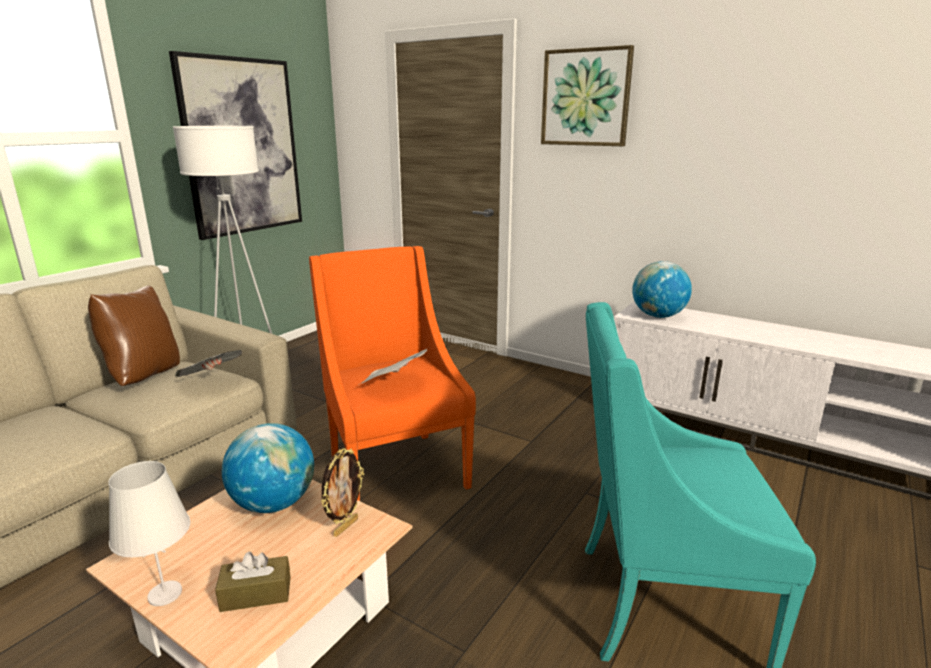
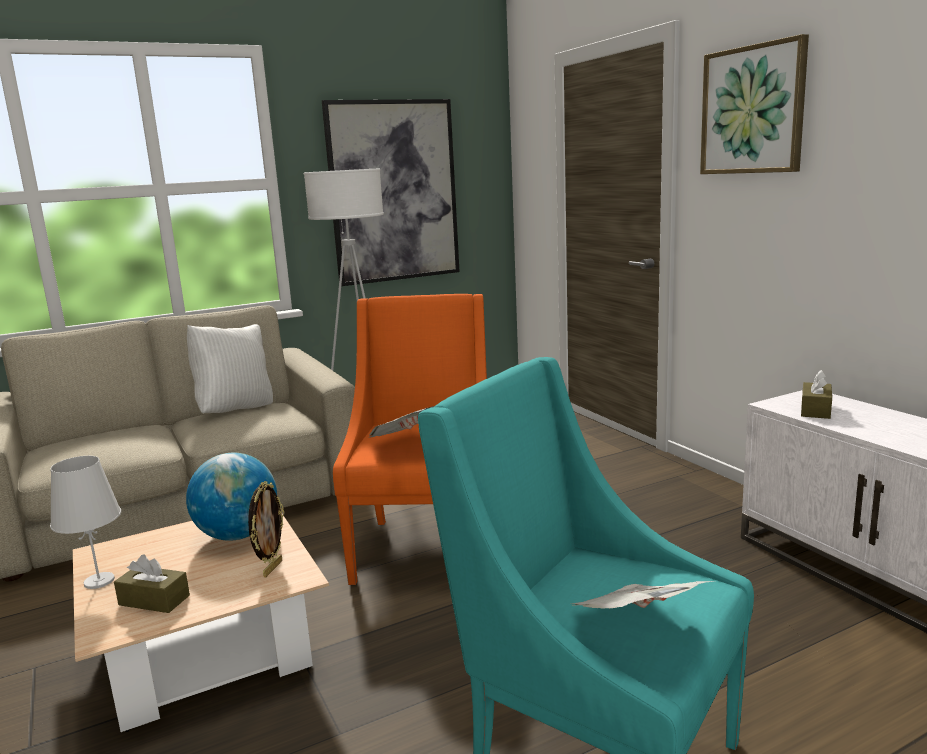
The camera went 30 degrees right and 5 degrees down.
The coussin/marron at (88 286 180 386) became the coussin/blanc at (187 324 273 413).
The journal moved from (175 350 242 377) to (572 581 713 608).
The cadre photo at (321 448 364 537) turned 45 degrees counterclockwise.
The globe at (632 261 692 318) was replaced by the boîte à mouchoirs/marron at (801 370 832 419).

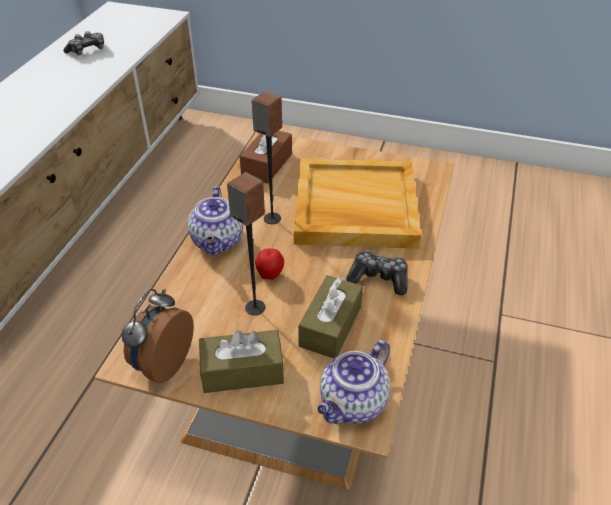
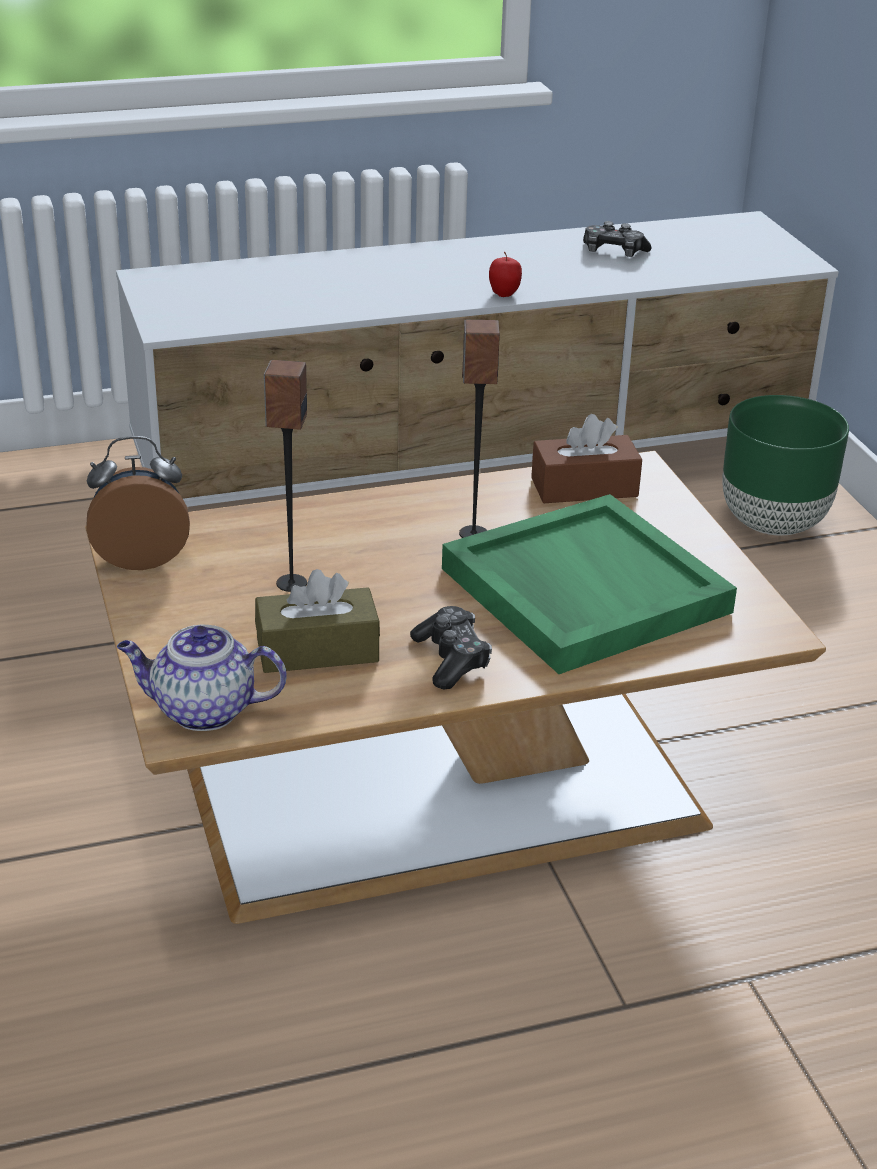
The camera went 55 degrees right and 10 degrees down.
The théière at (188 186 243 255) disappeared.
The boîte à mouchoirs/marron at (199 330 284 393) disappeared.
The pomme moved from (255 248 284 280) to (489 252 522 297).
The plateau/beige at (294 158 421 249) became the plateau/vert at (442 494 737 674).
The cache-pot/vert at (722 395 849 535) appeared.

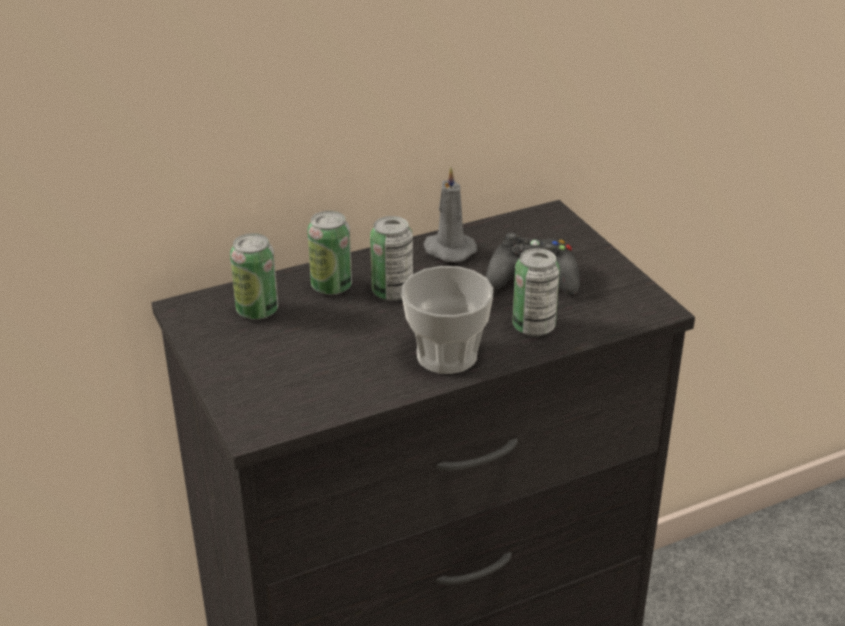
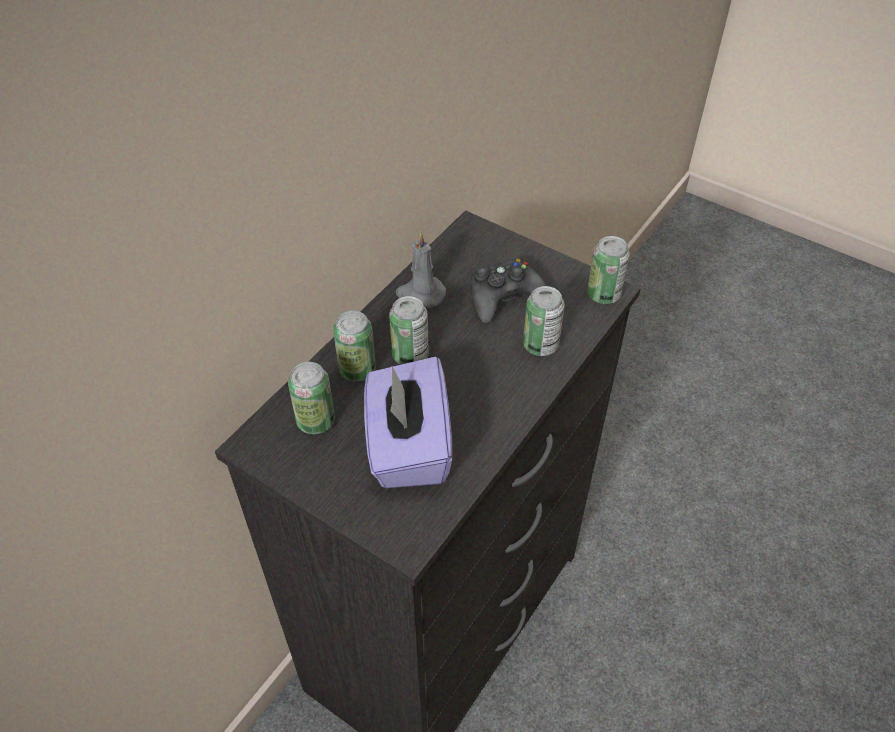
The camera went 30 degrees left and 15 degrees up.
The tasse at (401 266 493 374) disappeared.
The boîte à mouchoirs/violet at (364 357 452 488) appeared.
The boîte métallique at (587 236 630 304) appeared.

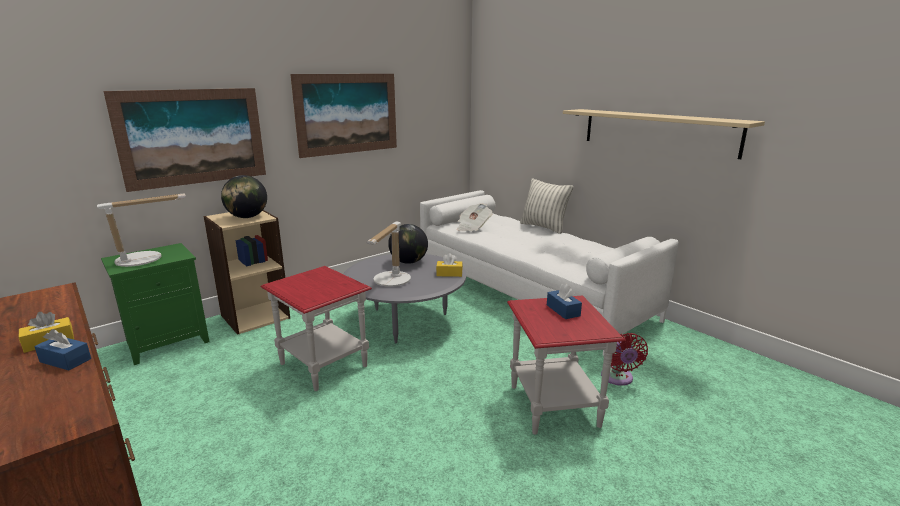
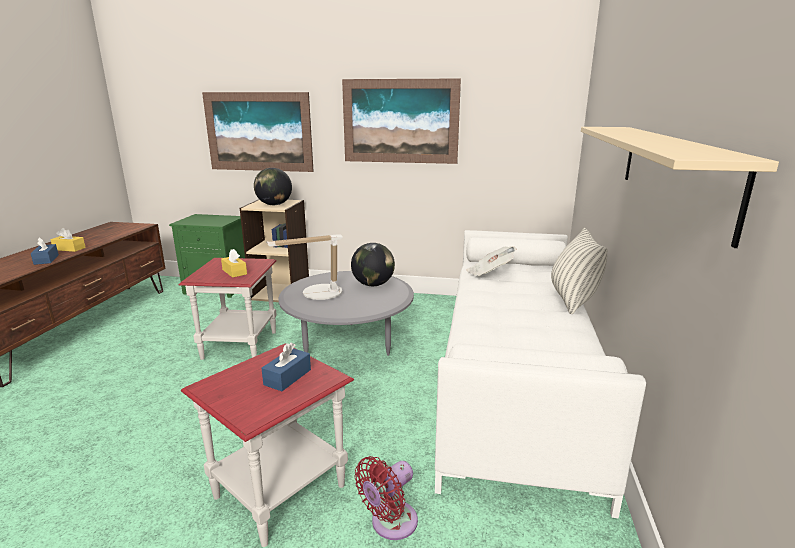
The camera went 50 degrees right and 0 degrees up.
The lampe de table at (97 193 186 267) disappeared.
The boîte à mouchoirs/jaune moved from (436 253 463 277) to (221 249 247 278).

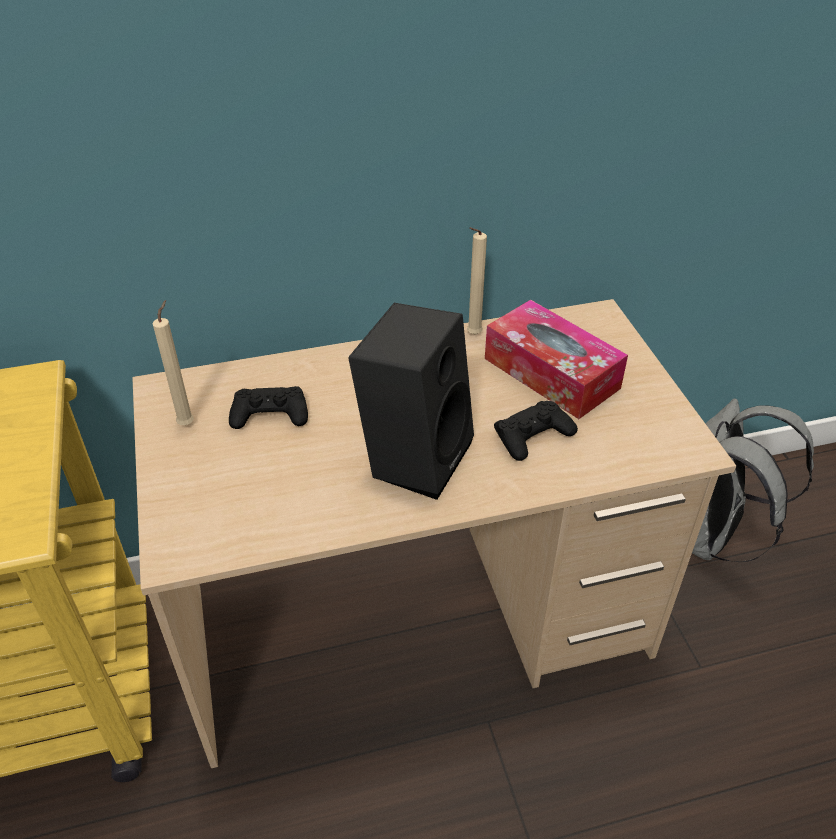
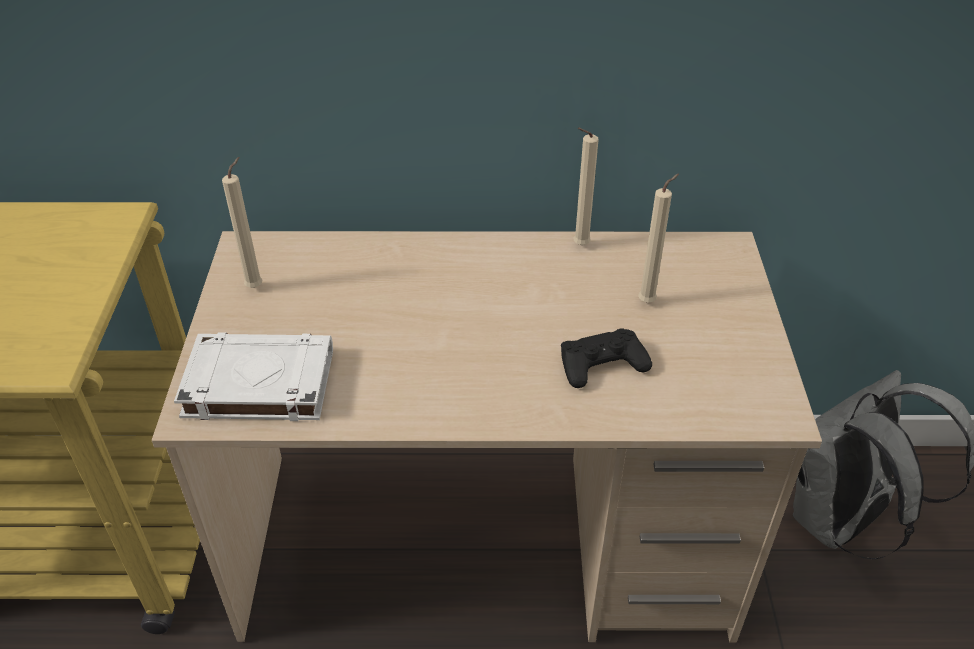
The camera went 15 degrees right and 0 degrees up.
The manette/noir at (229 386 308 429) disappeared.
The enceinte/noir at (348 303 474 500) disappeared.
The boîte à mouchoirs at (485 300 628 419) was replaced by the bougie/beige at (638 174 679 303).
The livre/blanc at (174 332 333 421) appeared.

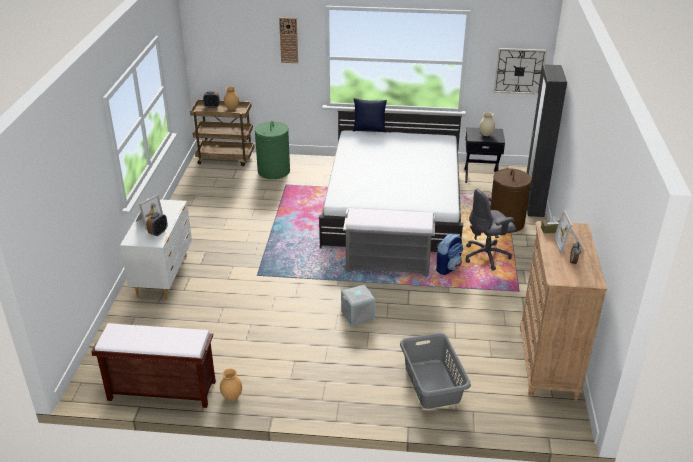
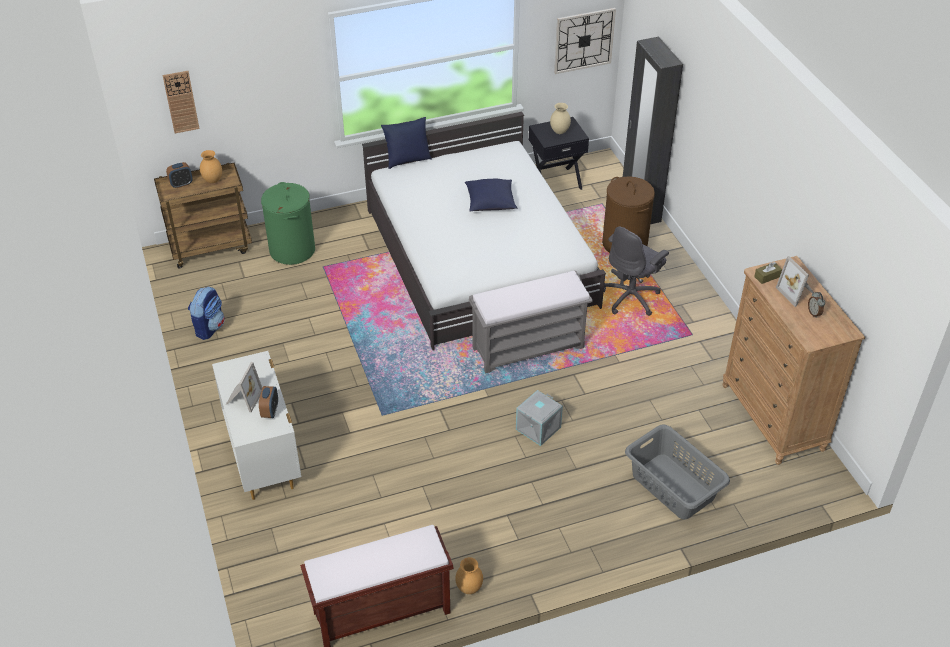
The camera went 25 degrees left and 10 degrees up.
The horloge murale moved from (279 18 298 63) to (163 71 199 133).
The sac à dos moved from (436 234 463 275) to (188 286 225 340).
The coussin/bleu at (465 179 517 211) appeared.

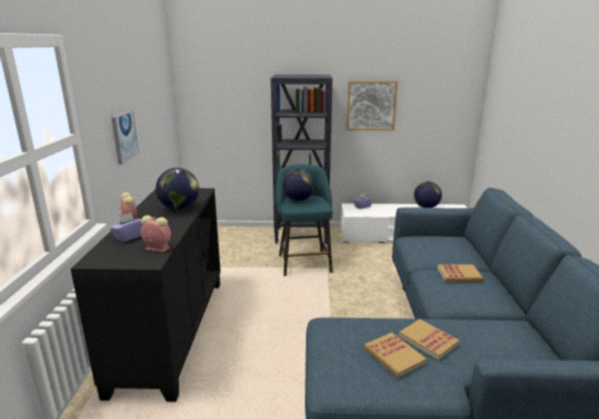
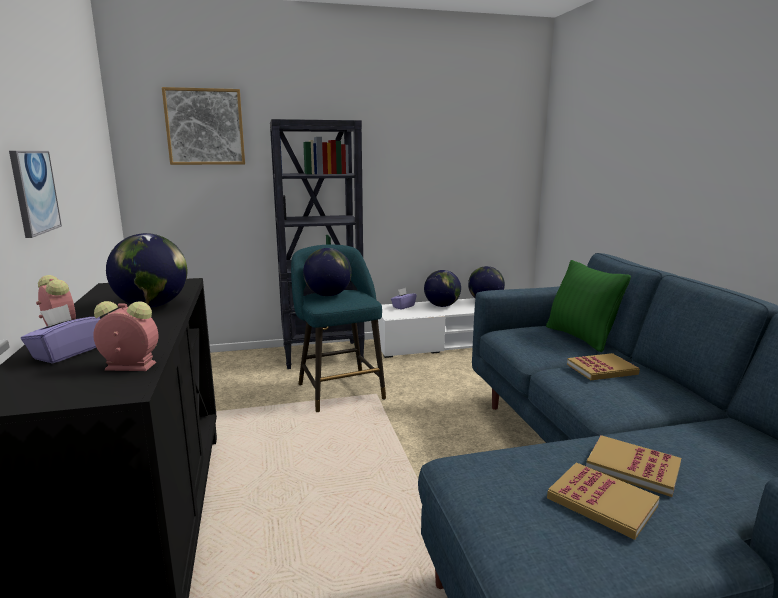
The camera went 15 degrees left and 5 degrees down.
The tableau moved from (347 81 398 130) to (162 87 245 165).
The globe at (424 270 461 307) appeared.
The coussin/vert at (546 260 631 352) appeared.

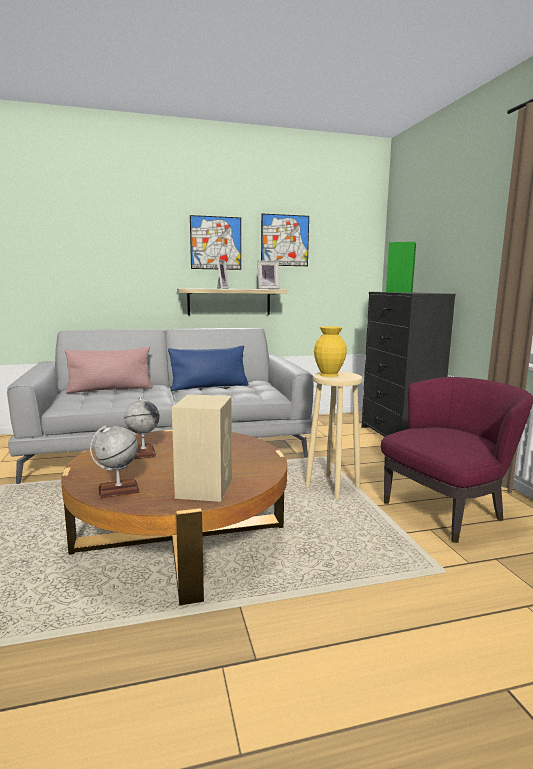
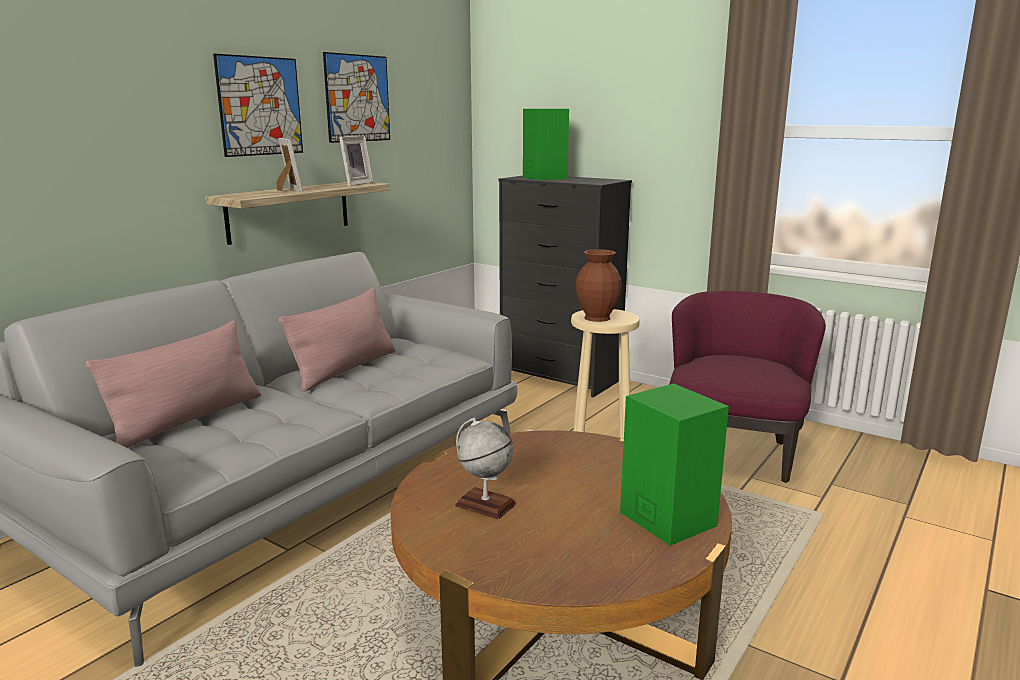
The camera went 40 degrees left and 5 degrees up.
The globe at (90 425 140 498) disappeared.
The coussin/bleu at (168 345 248 391) became the coussin/rose at (279 288 395 392).
The enceinte/beige at (172 394 232 502) became the enceinte/vert at (620 383 729 546).
The vase/jaune at (314 326 347 377) became the vase/marron at (575 249 622 322).

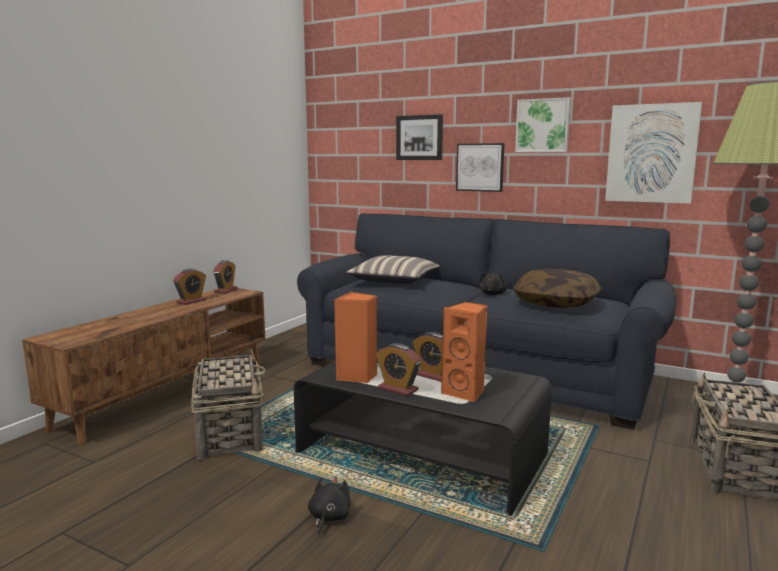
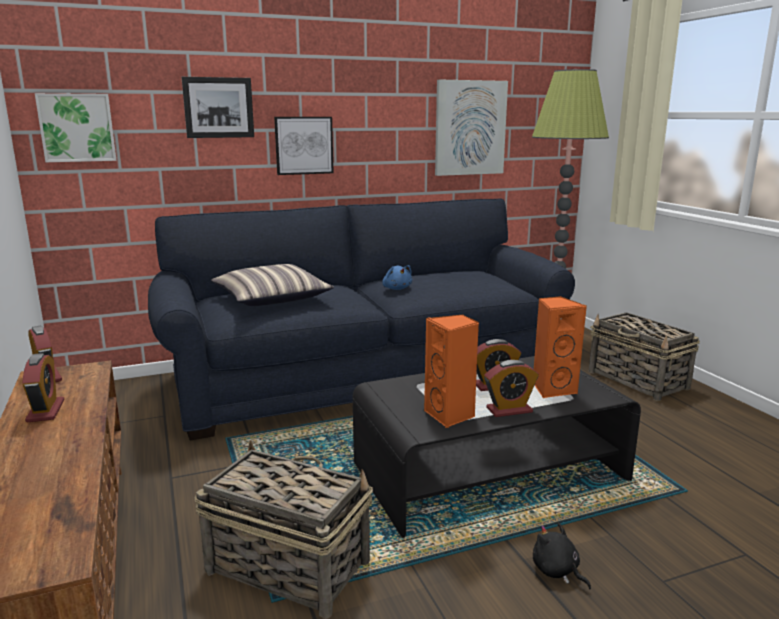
The camera went 50 degrees left and 5 degrees up.
The peluche/noir at (479 272 507 295) became the peluche/bleu at (382 265 412 290).
The coussin at (513 268 601 308) disappeared.
The tableau moved from (515 97 571 152) to (35 93 116 162).

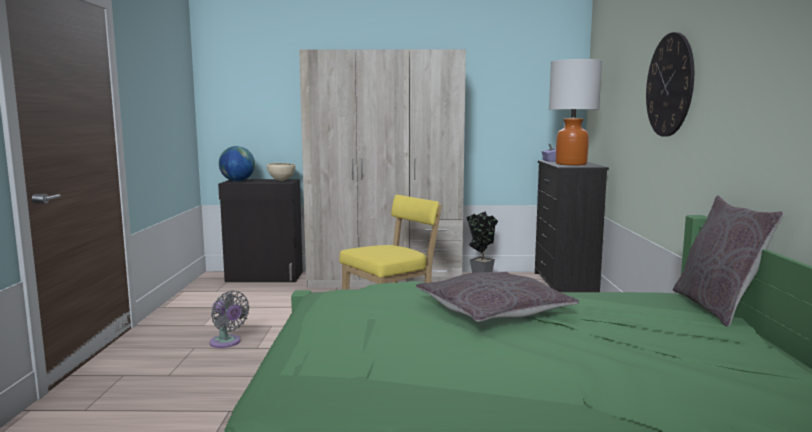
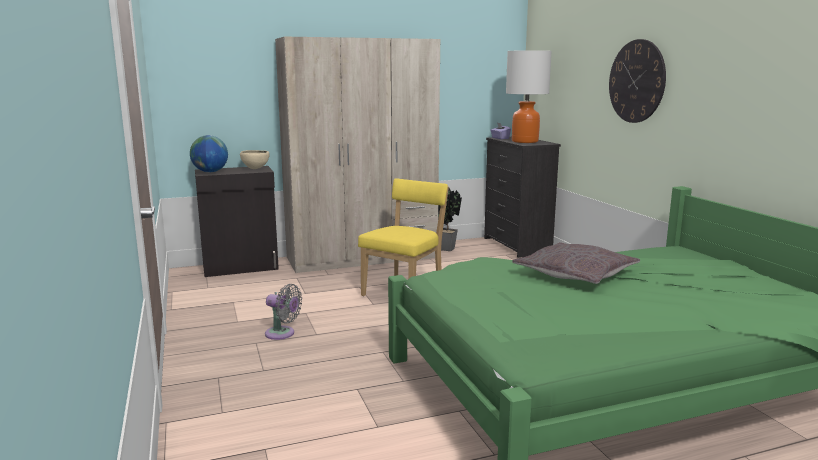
The camera went 20 degrees left and 5 degrees up.
The coussin/gris at (673 195 785 327) disappeared.

